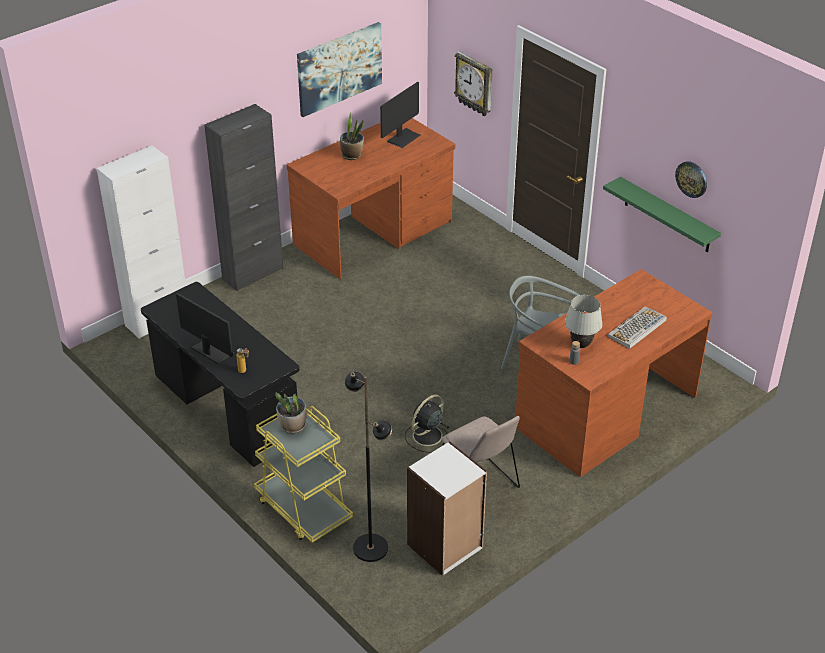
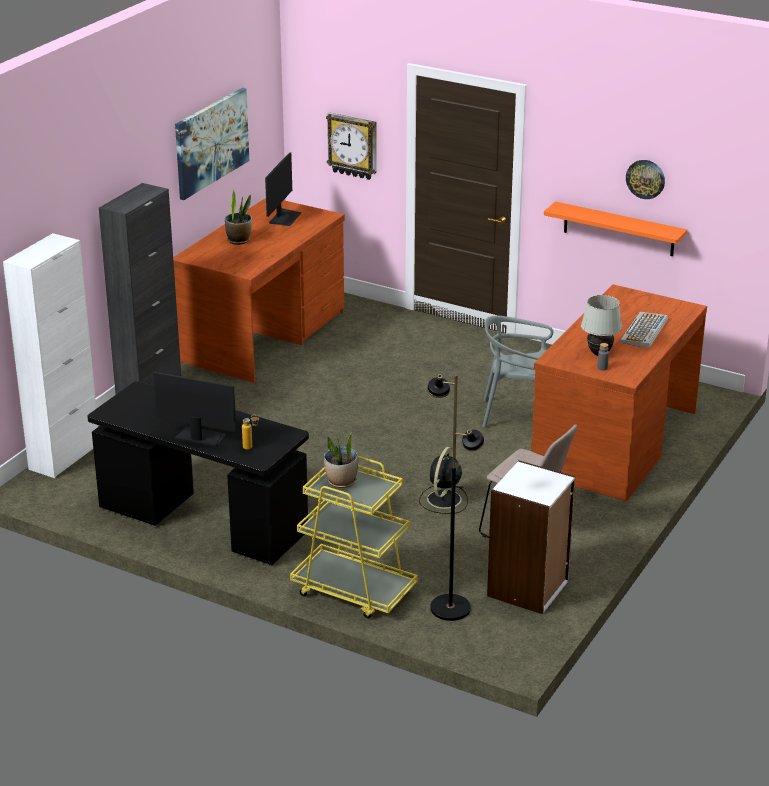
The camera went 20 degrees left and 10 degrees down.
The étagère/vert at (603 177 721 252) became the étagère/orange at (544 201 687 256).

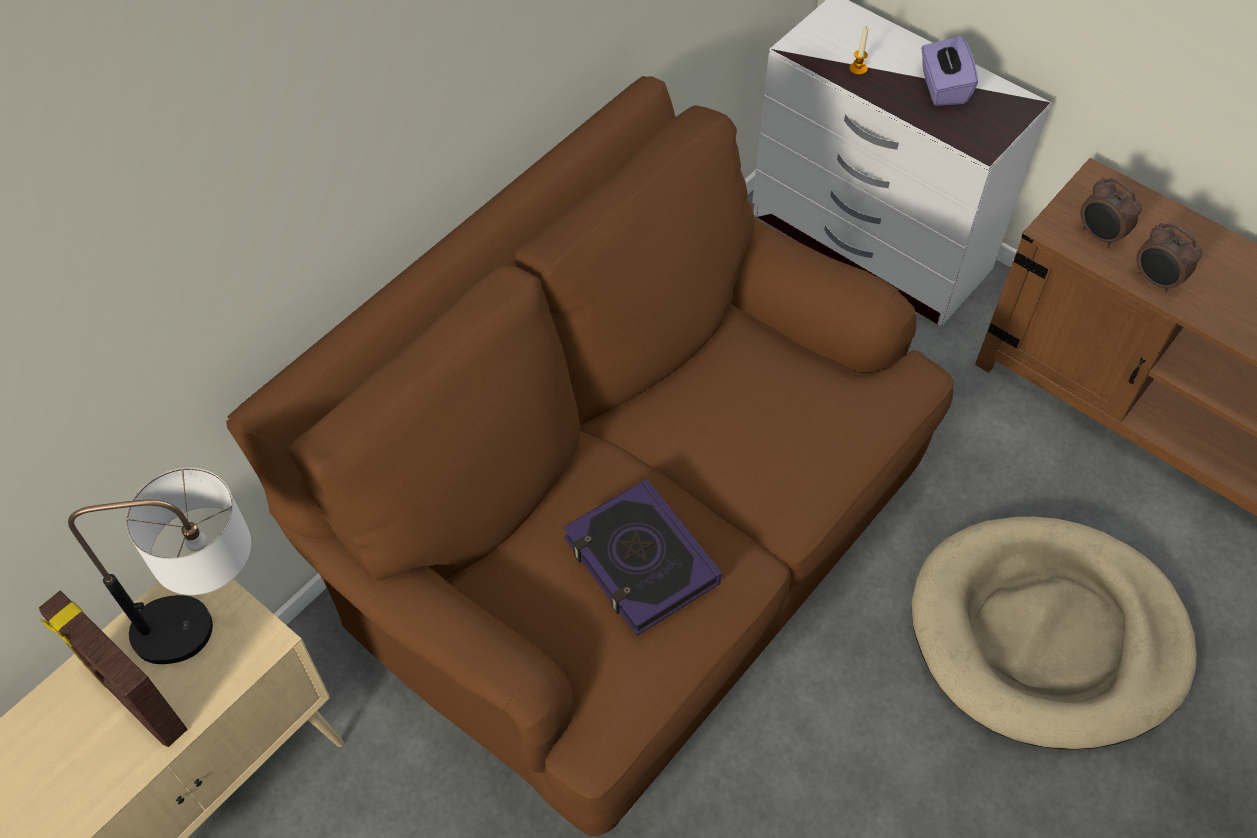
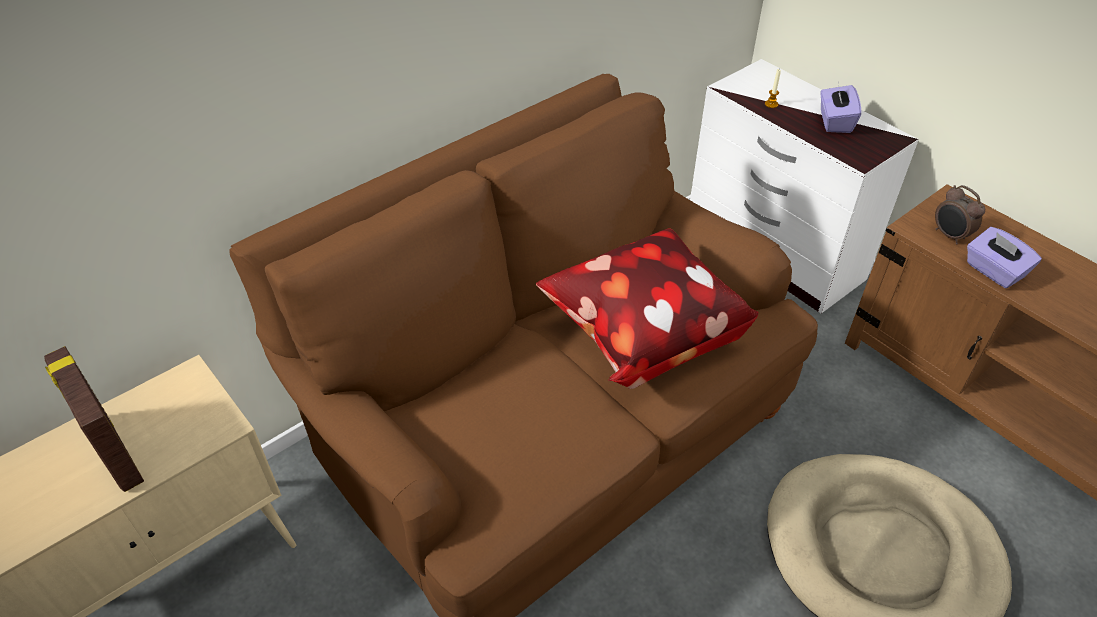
The camera went 10 degrees right and 10 degrees down.
The lampe de table at (68 468 252 664) disappeared.
The livre at (563 479 722 636) disappeared.
The réveil at (1137 223 1202 293) was replaced by the boîte à mouchoirs/violet at (967 227 1042 288).
The coussin at (536 228 759 389) appeared.

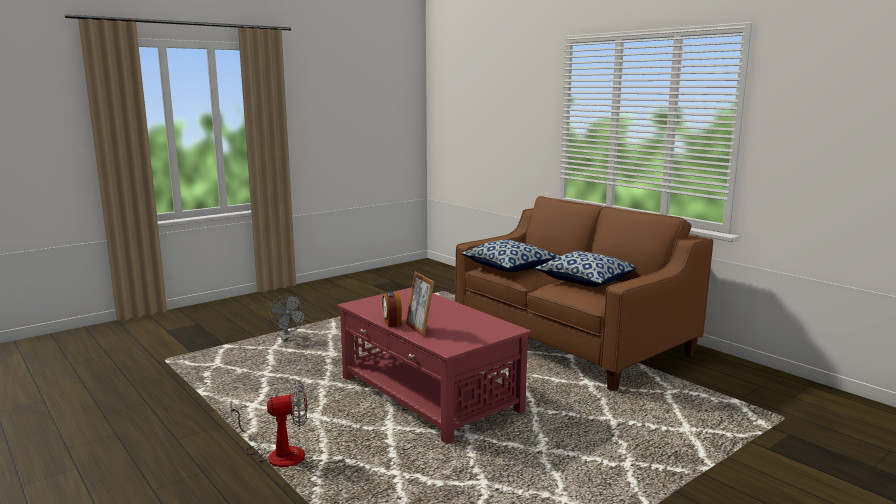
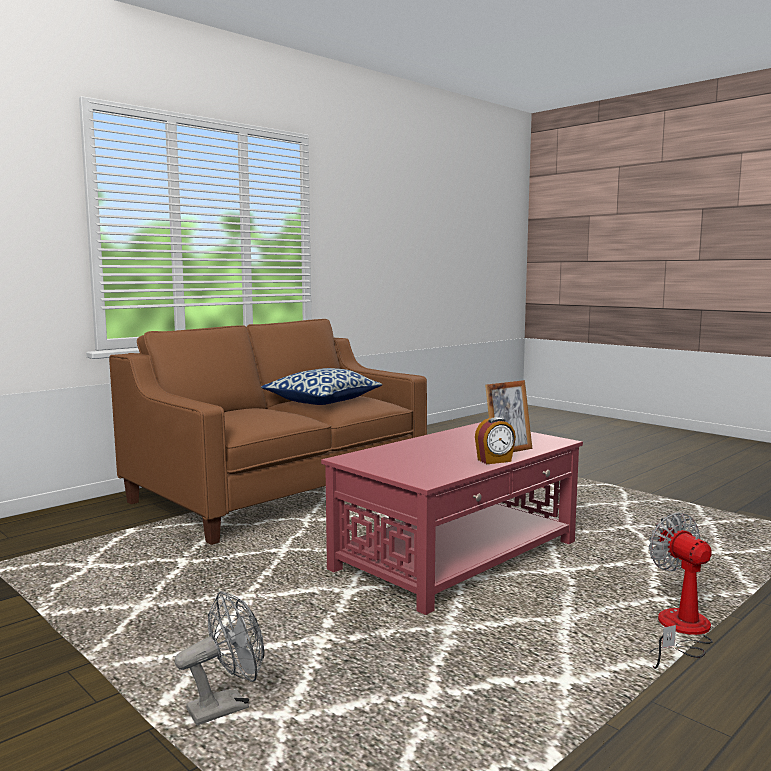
The camera went 95 degrees left and 5 degrees down.
The coussin at (461 240 559 272) disappeared.

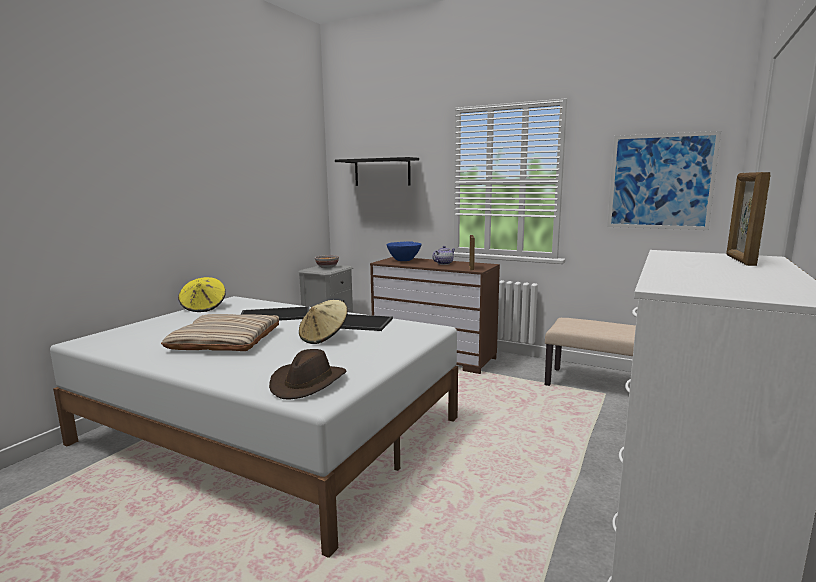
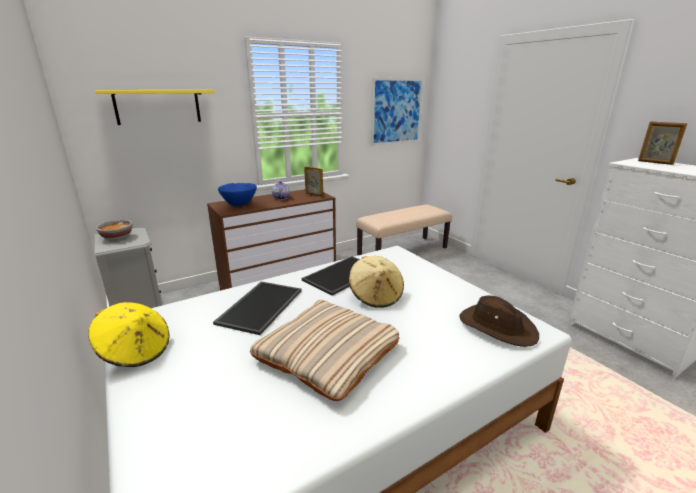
The camera went 60 degrees left and 10 degrees up.
The étagère/noir at (335 157 419 186) became the étagère/jaune at (95 90 215 125).

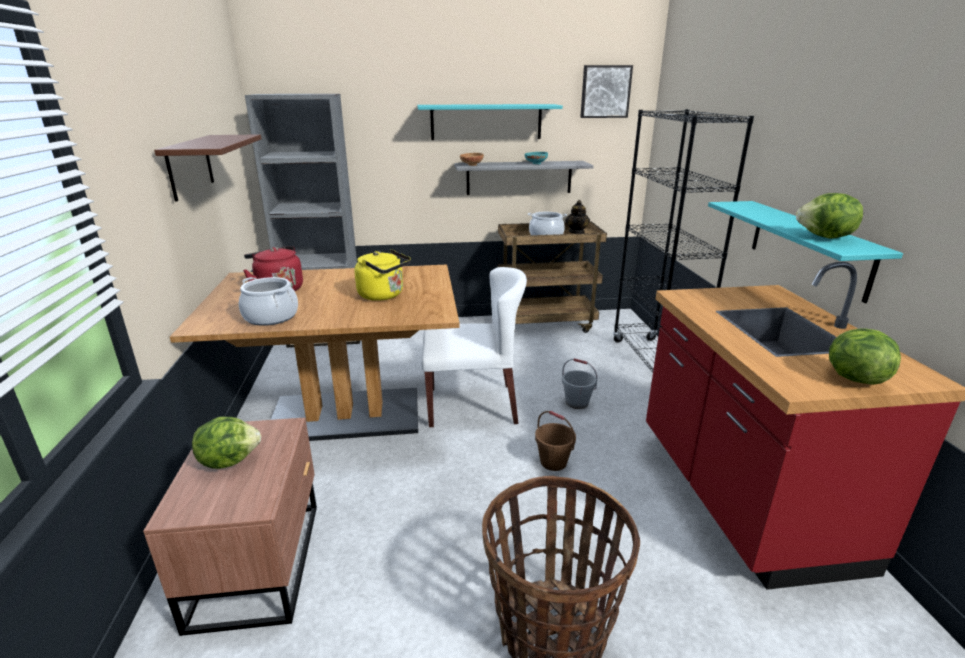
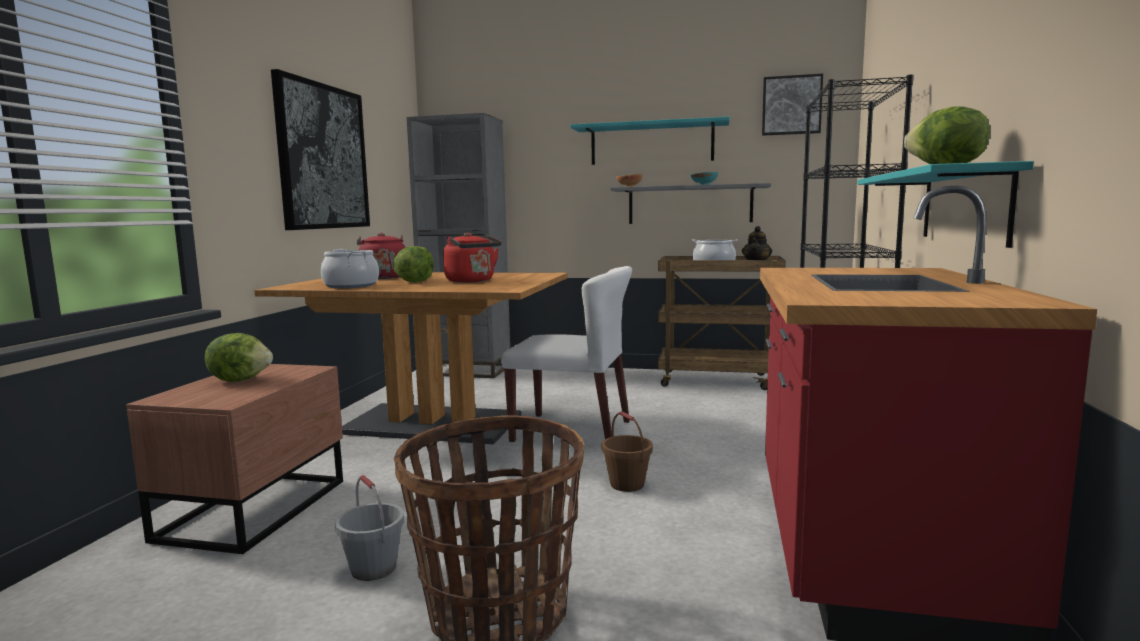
The camera went 20 degrees right and 15 degrees down.
The étagère/marron at (154 134 262 202) was replaced by the tableau at (271 69 370 230).
The bouilloire/jaune at (354 249 411 301) became the bouilloire/rouge at (443 232 502 283).
The seau/gris moved from (562 358 597 409) to (335 475 404 581).
The laitue moved from (829 328 901 385) to (393 246 434 283).

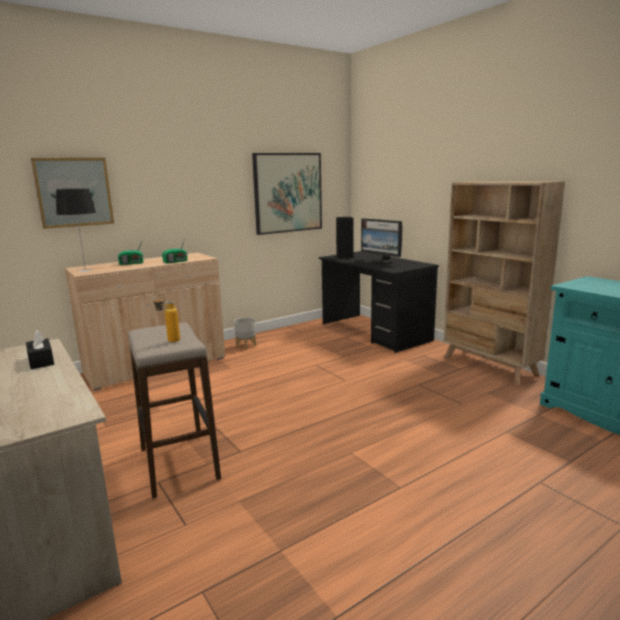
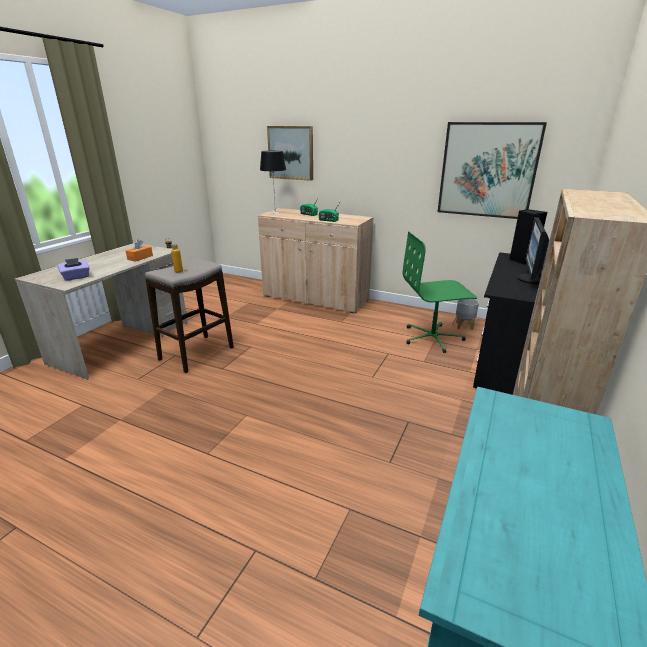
The camera went 60 degrees right and 10 degrees up.
The boîte à mouchoirs/noir at (26 329 54 369) became the boîte à mouchoirs/orange at (126 239 153 262).
The cache-pot/gris moved from (234 318 256 350) to (456 299 479 330).
The boîte à mouchoirs/violet at (57 258 90 281) appeared.
The chaise de bureau/vert at (403 231 477 353) appeared.

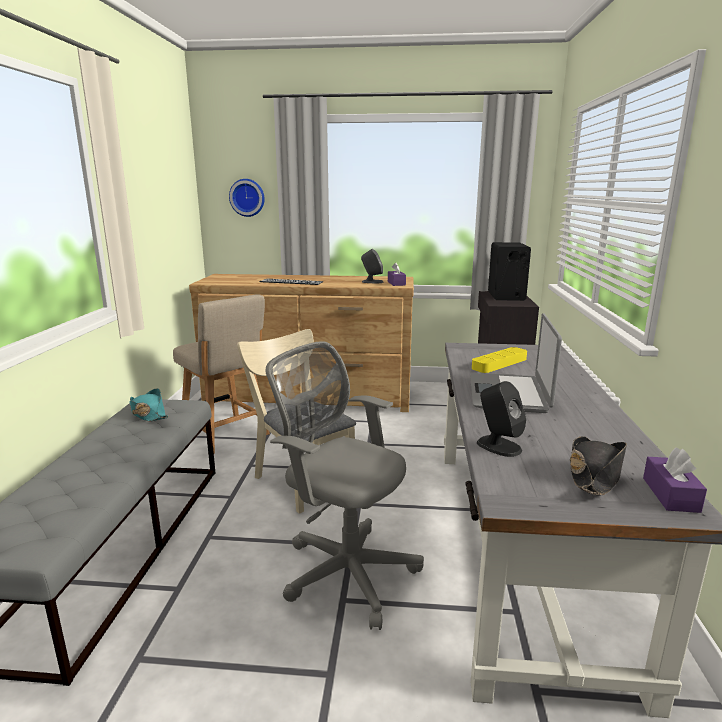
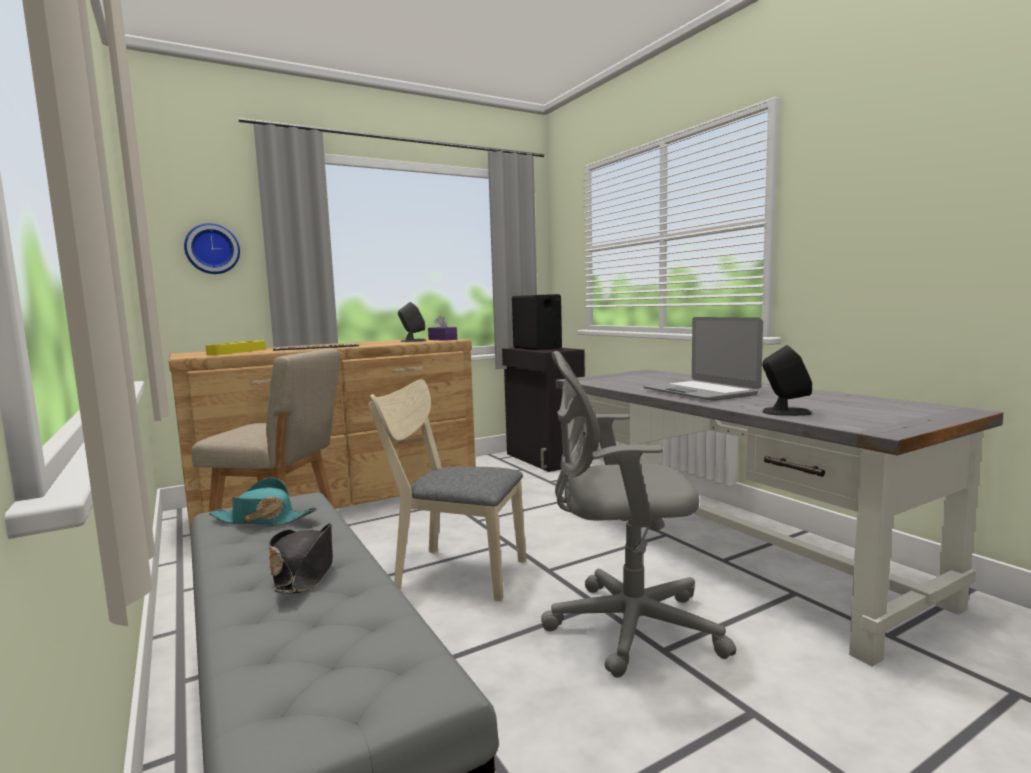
The camera went 35 degrees left and 10 degrees down.
The plateau/jaune moved from (472 347 527 373) to (206 341 266 355).
The chapeau/noir moved from (570 436 627 495) to (269 523 333 594).
The boîte à mouchoirs/violet at (643 447 707 513) disappeared.

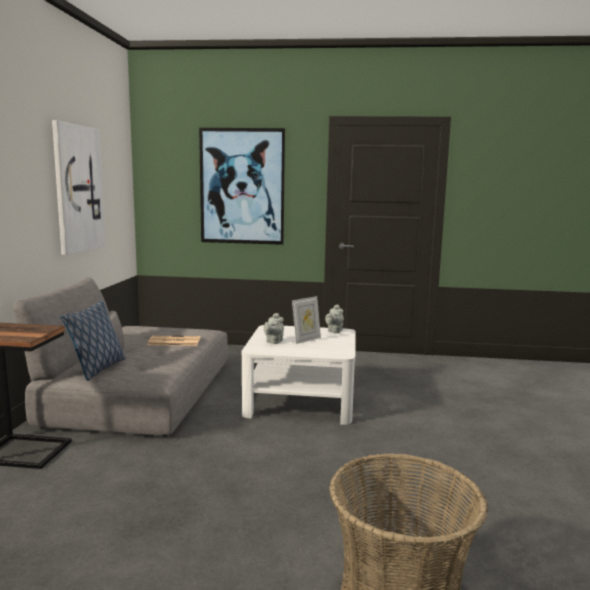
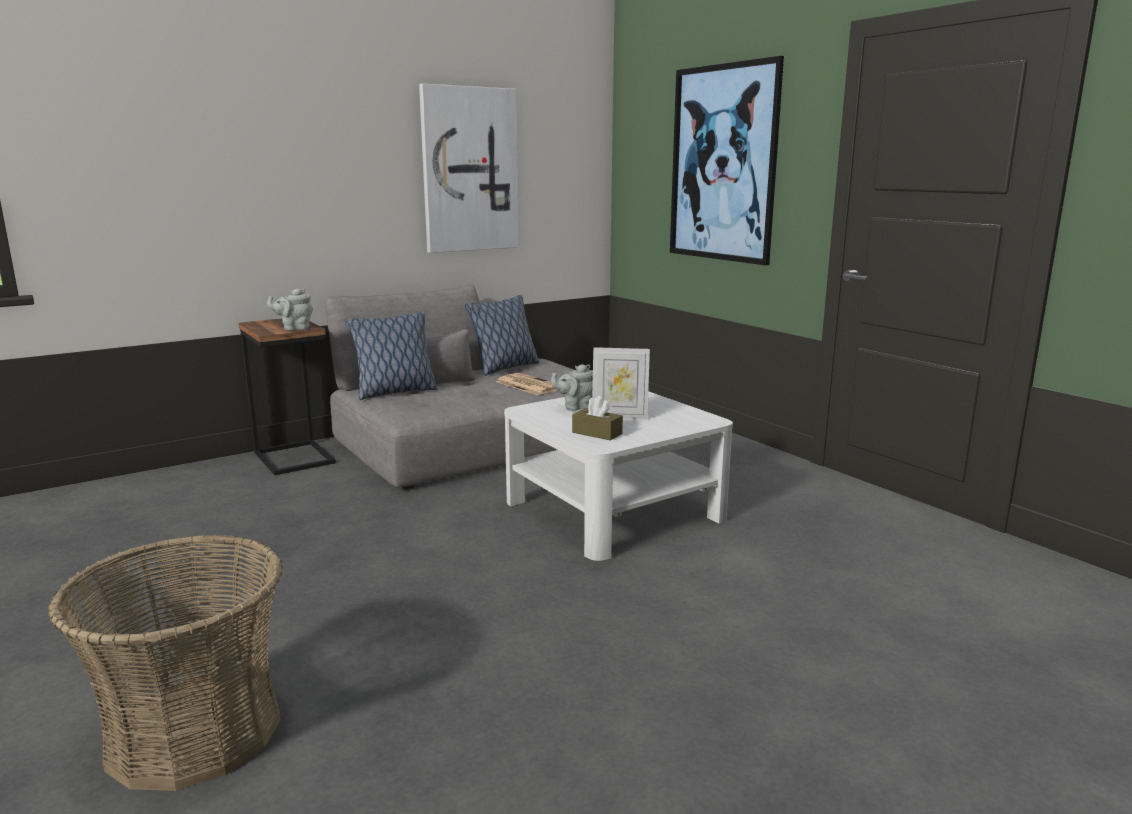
The camera went 50 degrees right and 5 degrees up.
The théière/gris moved from (325 305 344 333) to (267 288 313 330).
The coussin at (465 295 539 376) appeared.
The boîte à mouchoirs/marron at (572 396 623 440) appeared.

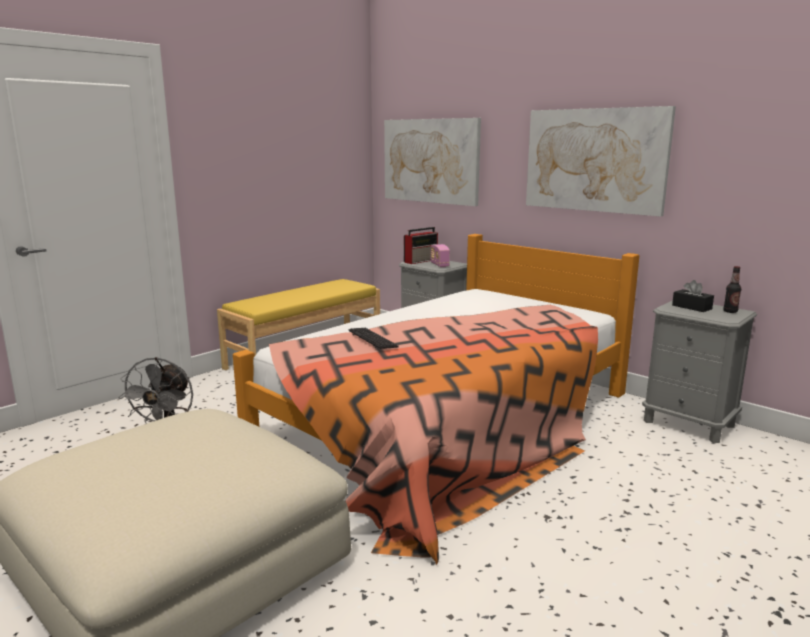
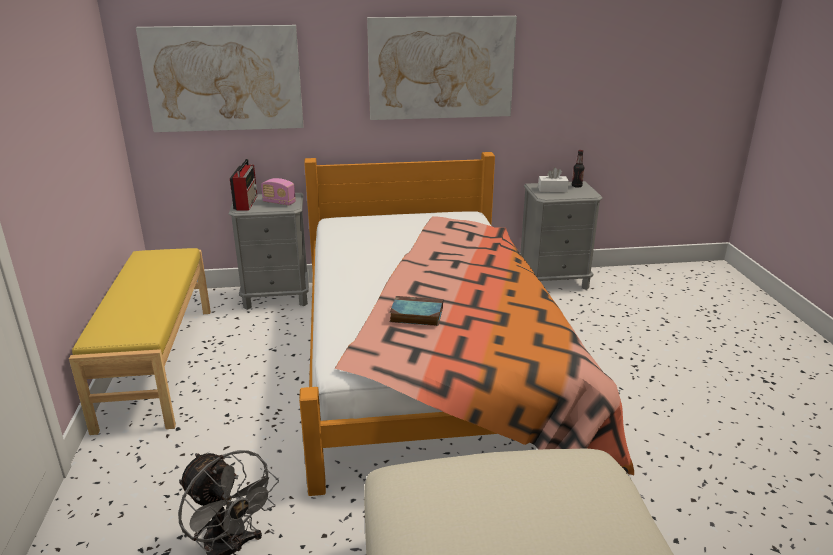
The camera went 50 degrees left and 10 degrees up.
The clavier at (349 328 399 349) was replaced by the livre at (389 296 443 326).
The boîte à mouchoirs/noir at (672 280 714 312) became the boîte à mouchoirs/blanc at (538 167 569 192).

